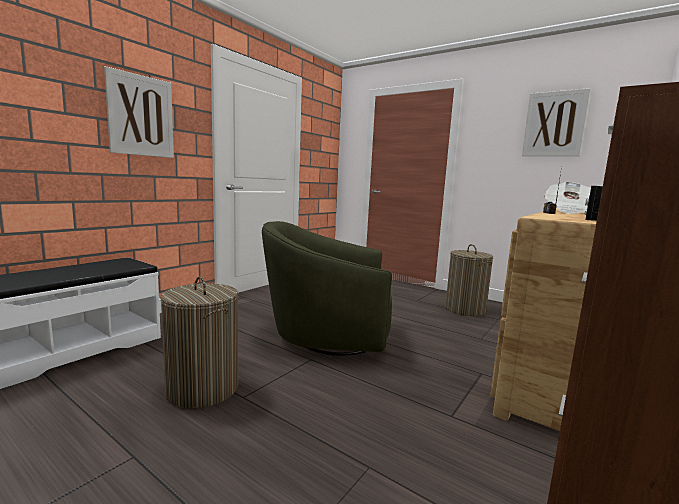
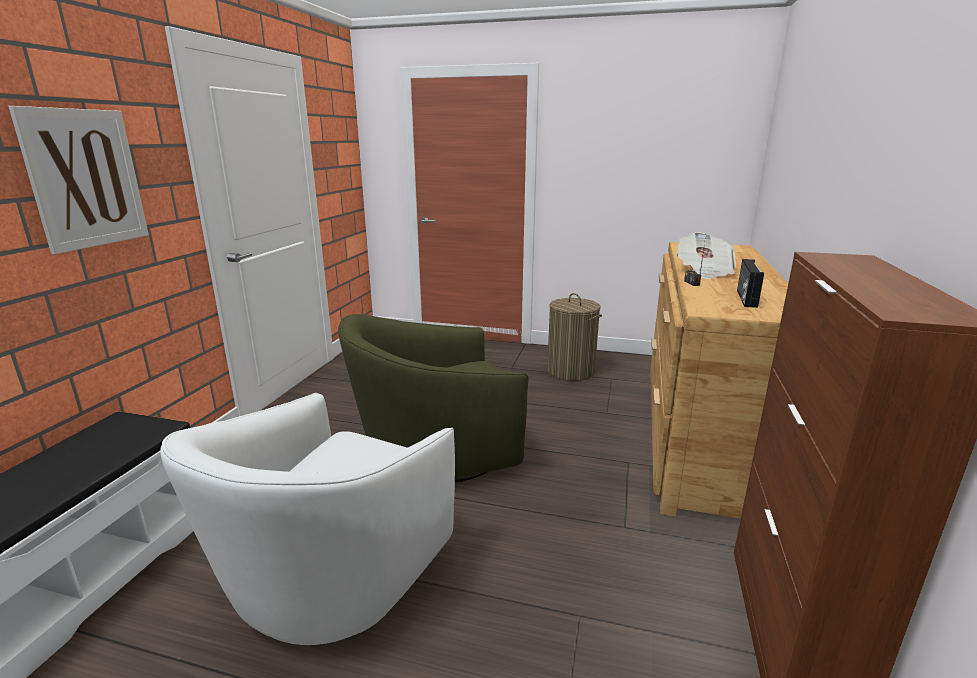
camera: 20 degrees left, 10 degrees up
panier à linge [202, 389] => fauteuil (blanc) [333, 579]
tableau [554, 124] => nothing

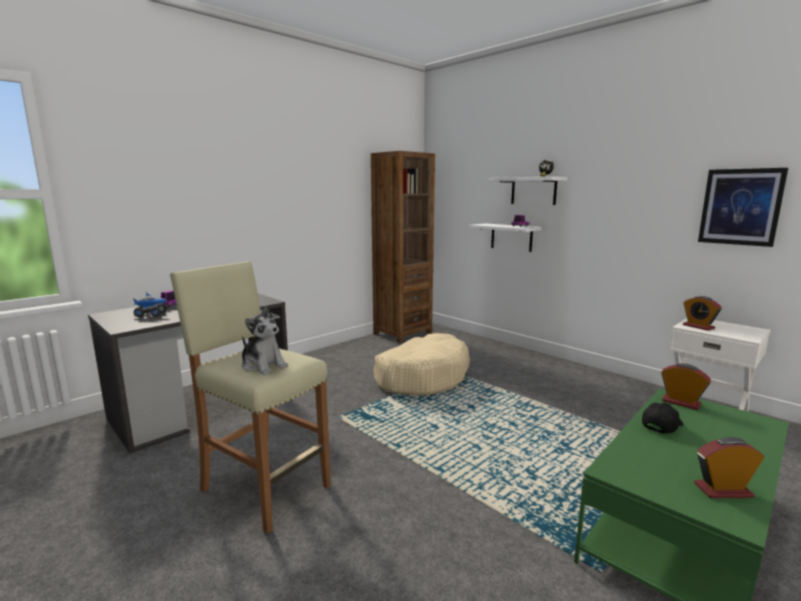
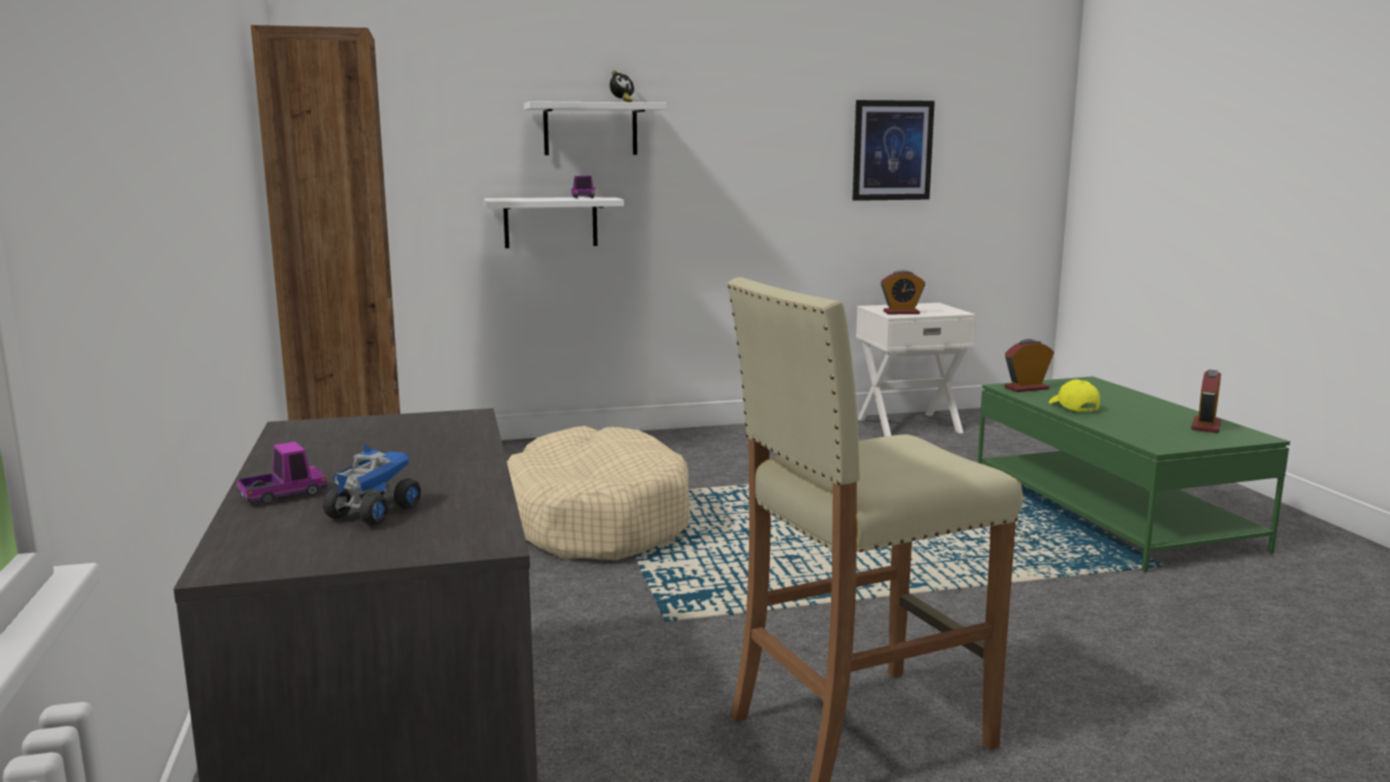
camera: 60 degrees left, 0 degrees up
casquette (noir) [661, 425] => casquette (jaune) [1072, 407]
peluche [263, 366] => nothing

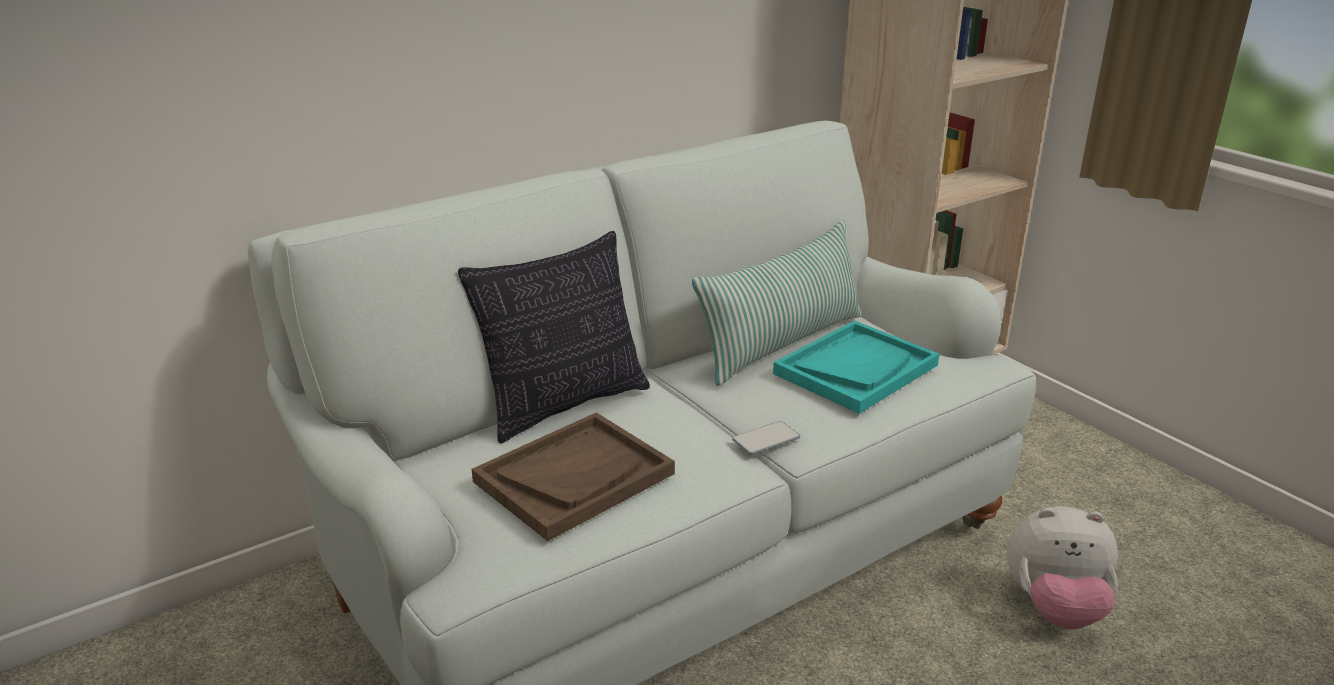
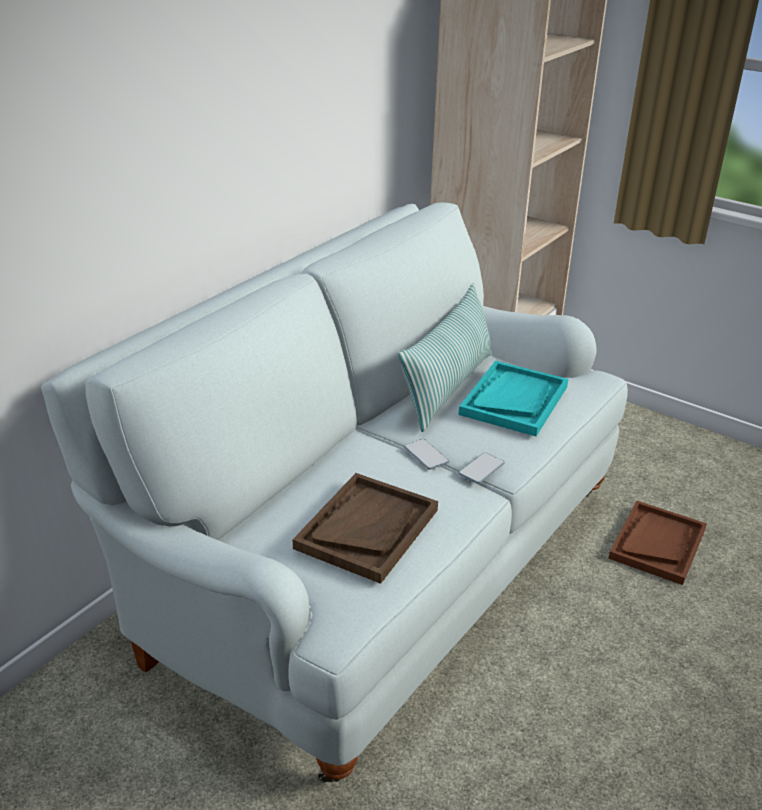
camera: 20 degrees left, 5 degrees up
nothing => téléphone [426, 455]
peluche [1054, 608] => plateau (marron) [657, 543]
coussin [564, 405] => nothing

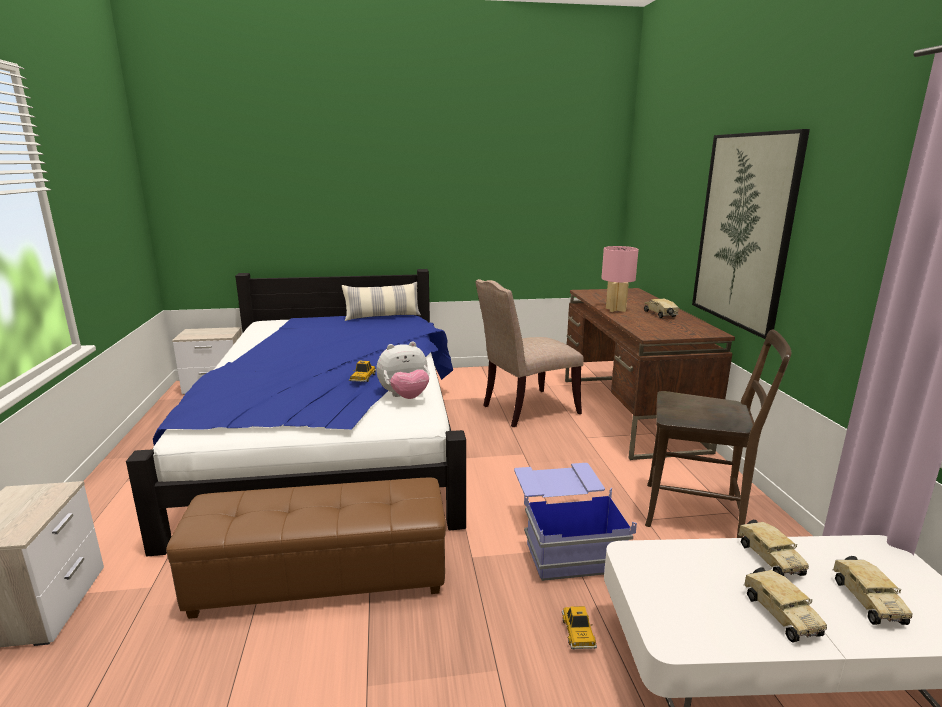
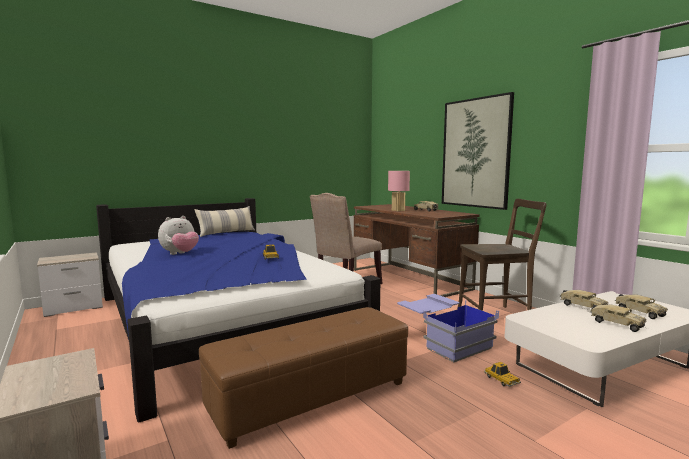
camera: 25 degrees left, 10 degrees down
peluche [405, 397] => peluche [180, 254], moved

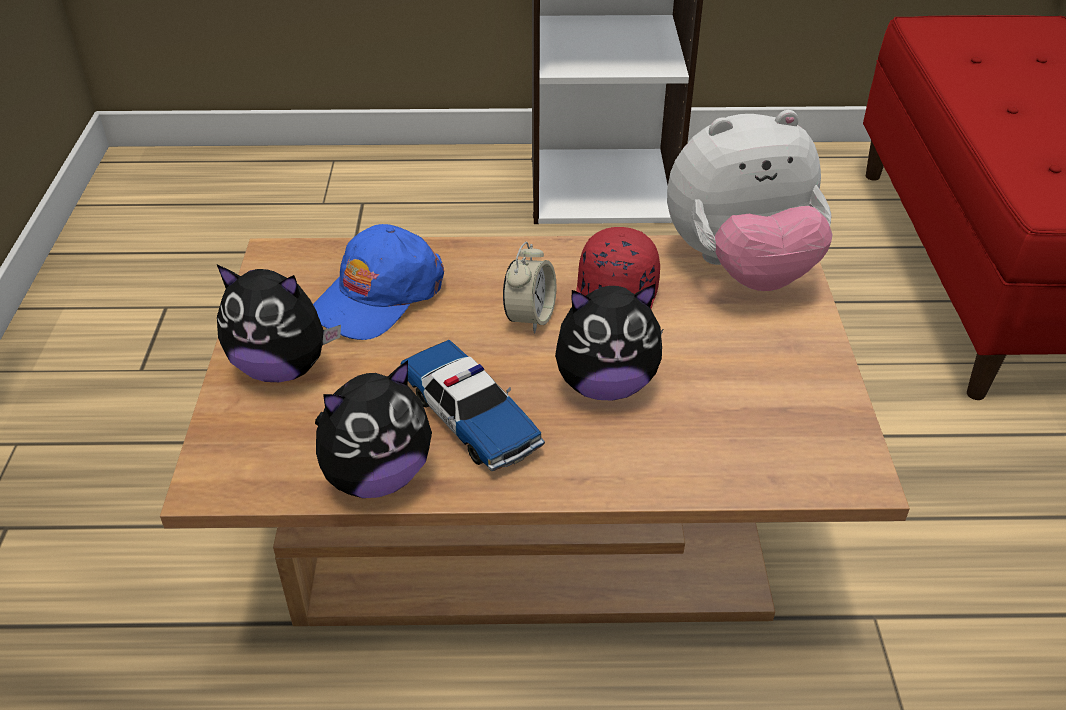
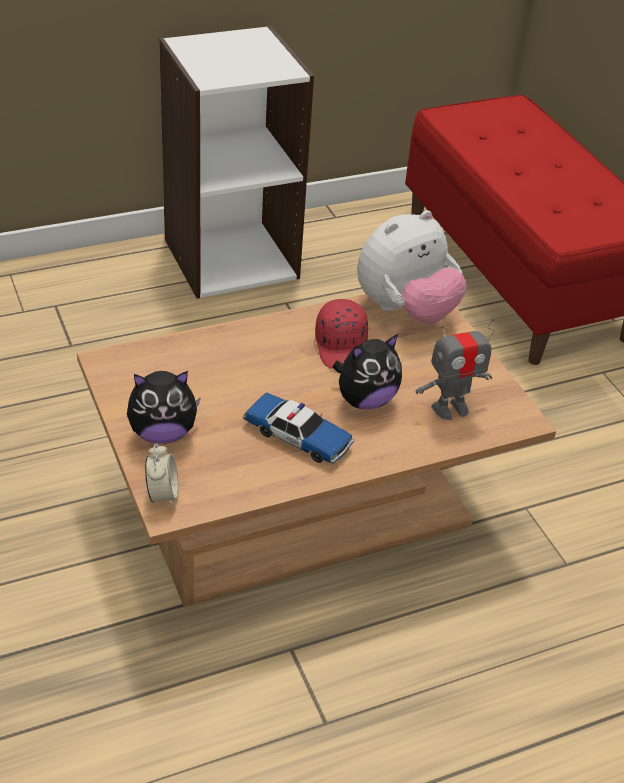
camera: 25 degrees left, 0 degrees up
réveil [530, 317] => réveil [162, 495], moved
nothing => robot jouet [450, 408]
casquette (bleu) [378, 296] => nothing
peluche [376, 476] => nothing

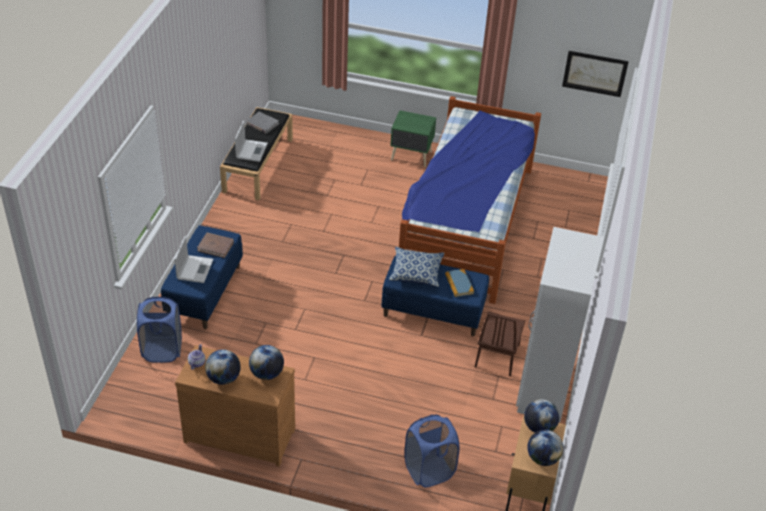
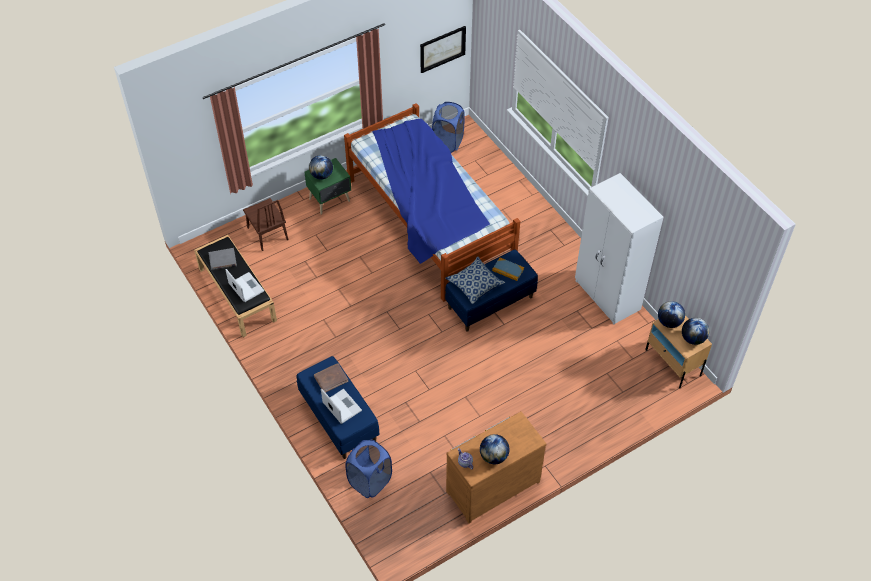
camera: 45 degrees left, 10 degrees up
chaise (marron) [497, 355] => chaise (marron) [267, 233], moved
globe [267, 373] => globe [321, 175], moved
panier à linge (bleu) [429, 470] => panier à linge (bleu) [448, 142], moved

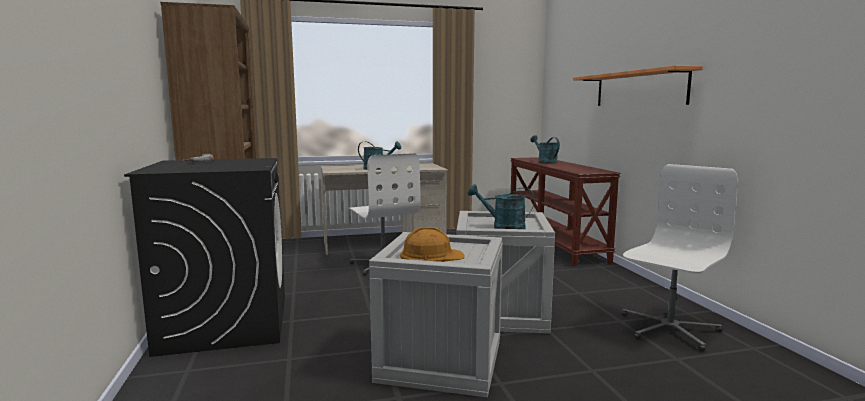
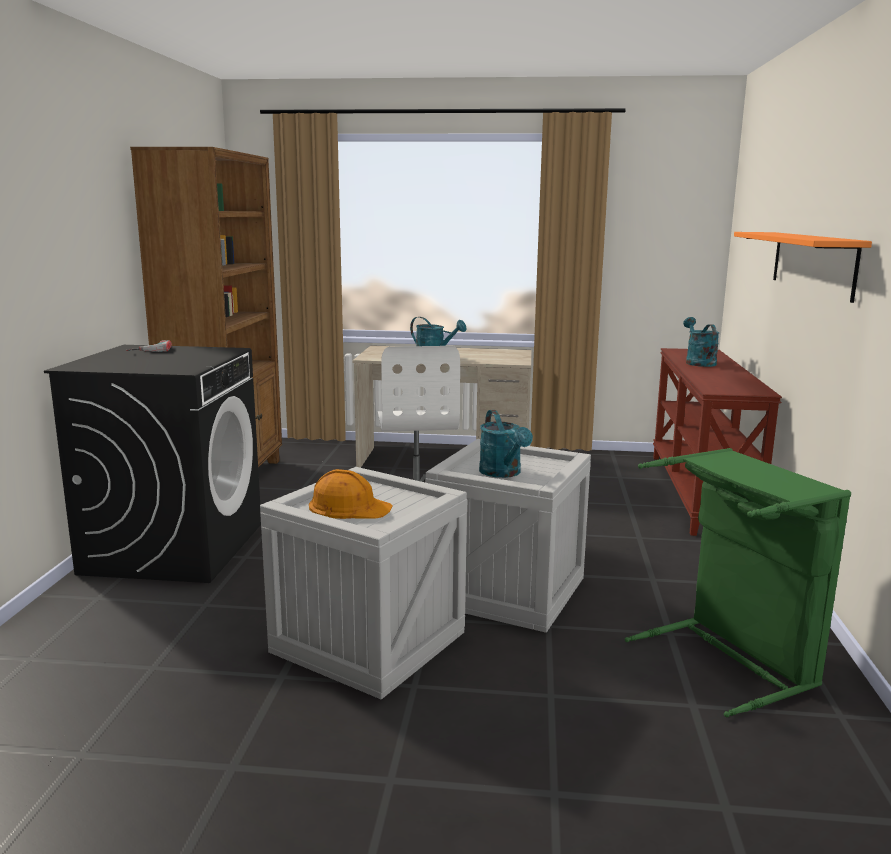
camera: 20 degrees right, 5 degrees up
arrosoir (turquoise) [502, 227] => arrosoir (turquoise) [503, 473], 150 degrees counterclockwise
chaise de bureau (blanc) [668, 329] => panier à linge (vert) [732, 659]

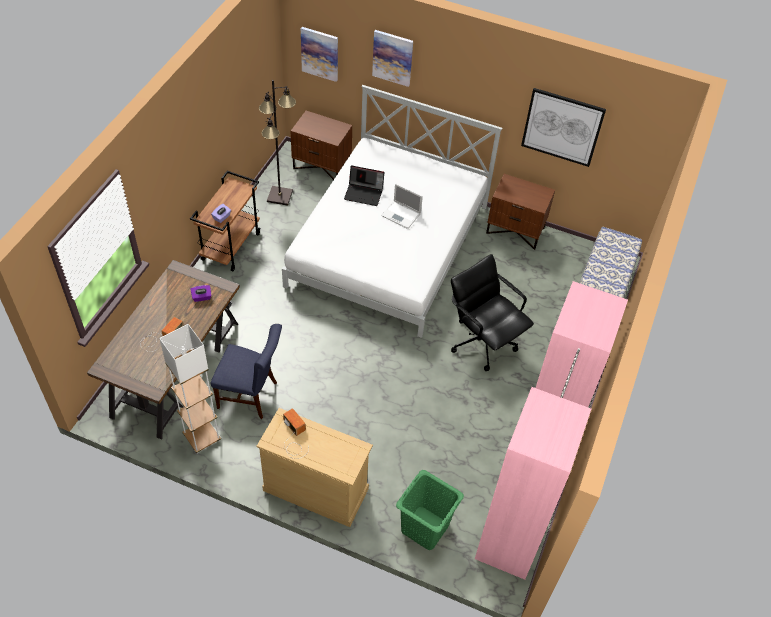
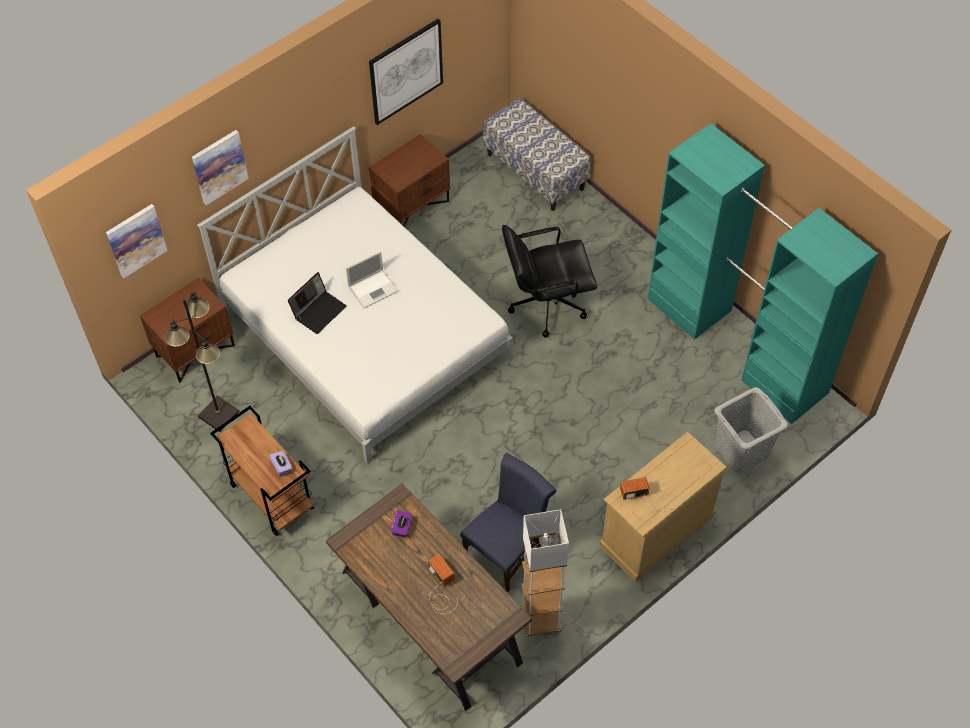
camera: 60 degrees left, 5 degrees up
armoire (rose) [528, 488] => armoire (turquoise) [737, 345]
panier à linge (vert) [425, 528] => panier à linge (gris) [742, 451]

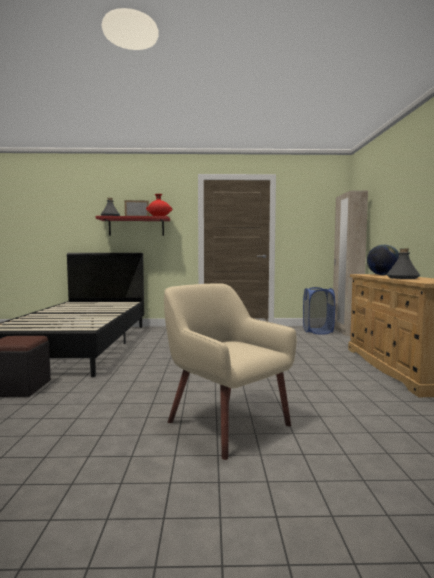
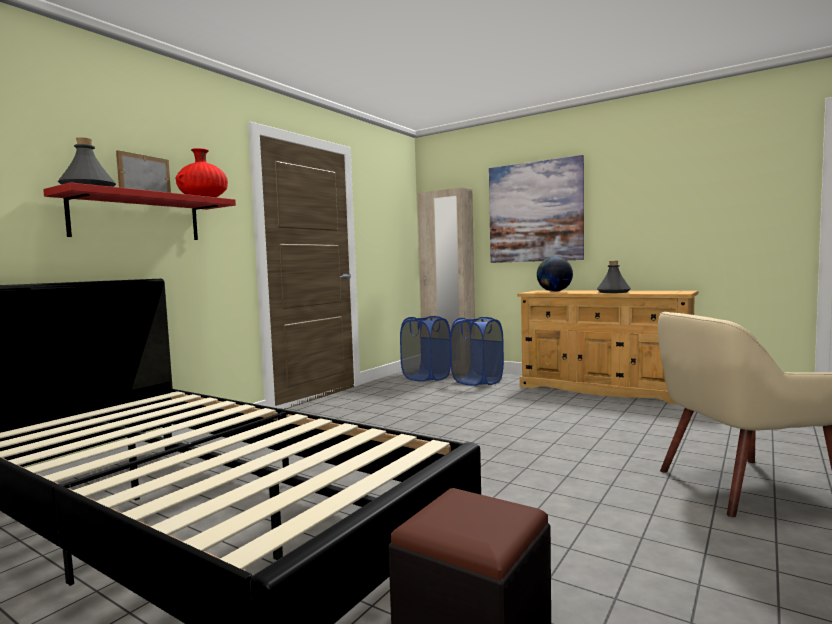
camera: 55 degrees left, 0 degrees up
nothing => panier à linge (bleu) [477, 381]
nothing => tableau [535, 212]

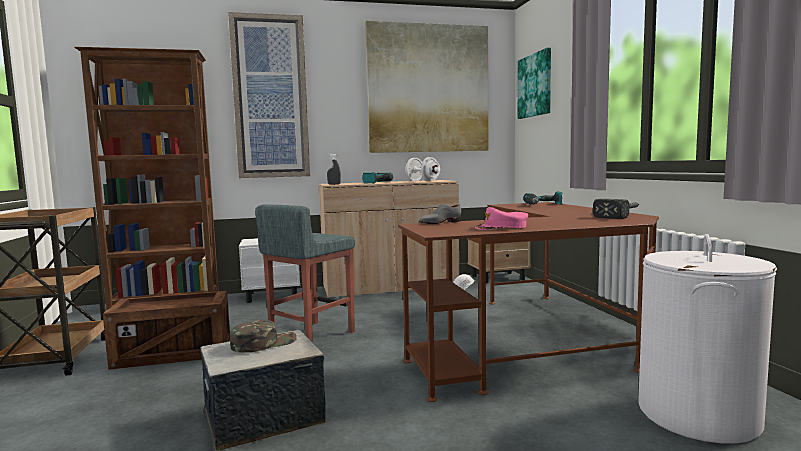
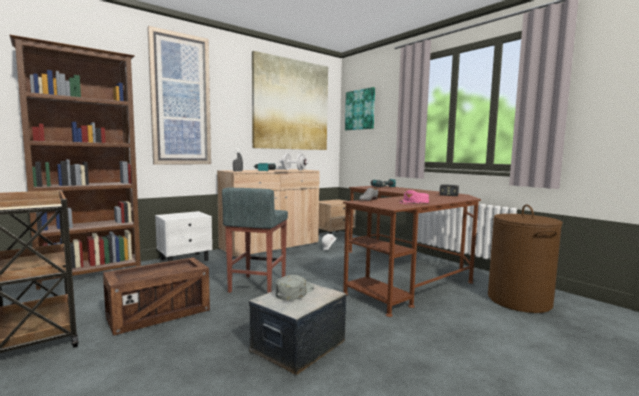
camera: 25 degrees left, 0 degrees up
casquette (vert) [263, 343] => casquette (gris) [294, 292]
panier à linge (blanc) [698, 415] => panier à linge (marron) [519, 301]

